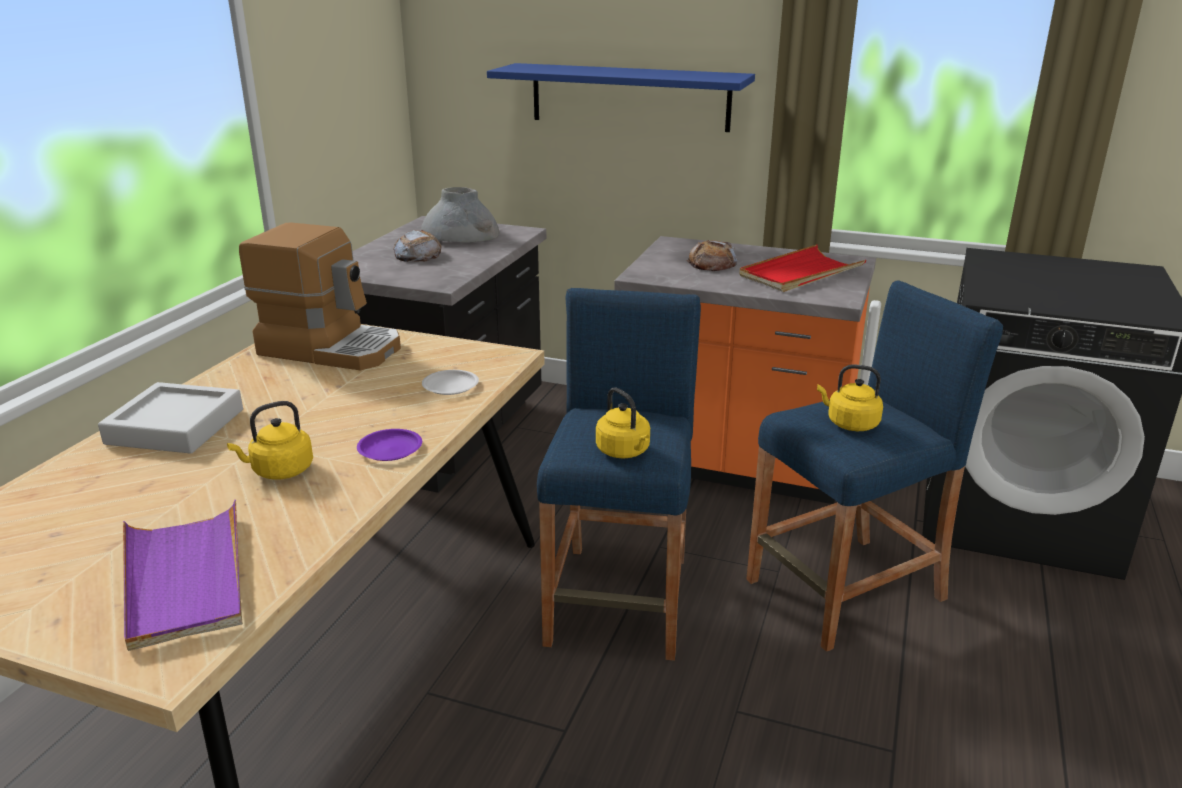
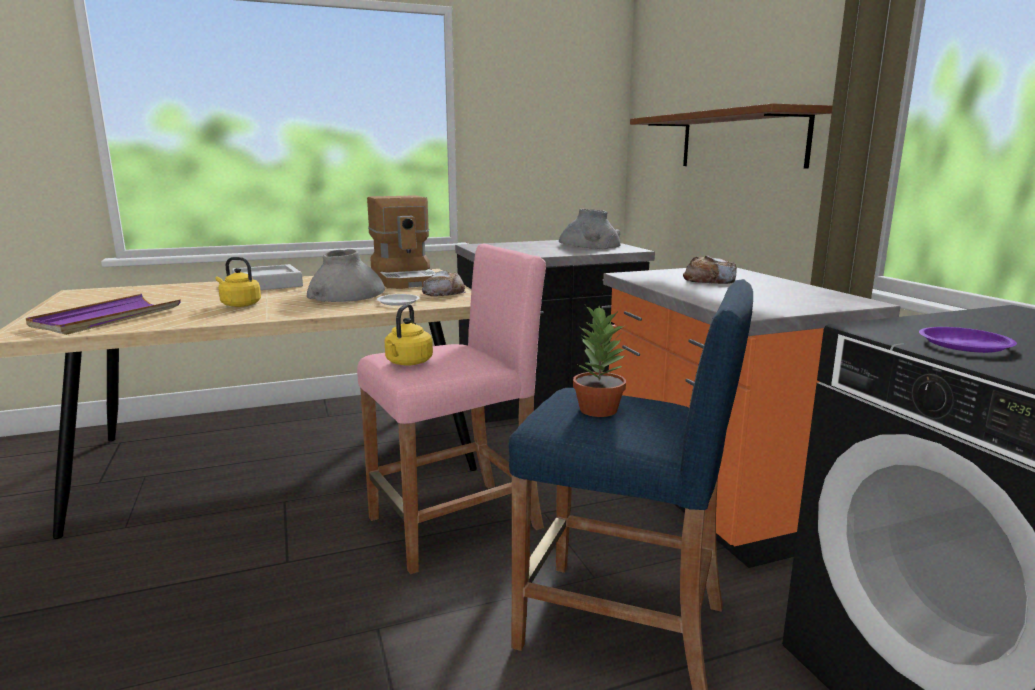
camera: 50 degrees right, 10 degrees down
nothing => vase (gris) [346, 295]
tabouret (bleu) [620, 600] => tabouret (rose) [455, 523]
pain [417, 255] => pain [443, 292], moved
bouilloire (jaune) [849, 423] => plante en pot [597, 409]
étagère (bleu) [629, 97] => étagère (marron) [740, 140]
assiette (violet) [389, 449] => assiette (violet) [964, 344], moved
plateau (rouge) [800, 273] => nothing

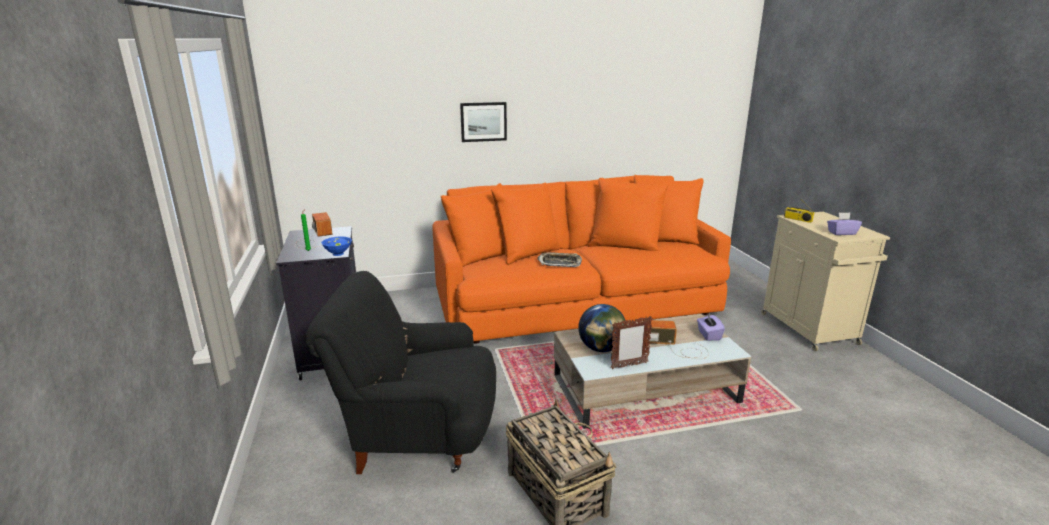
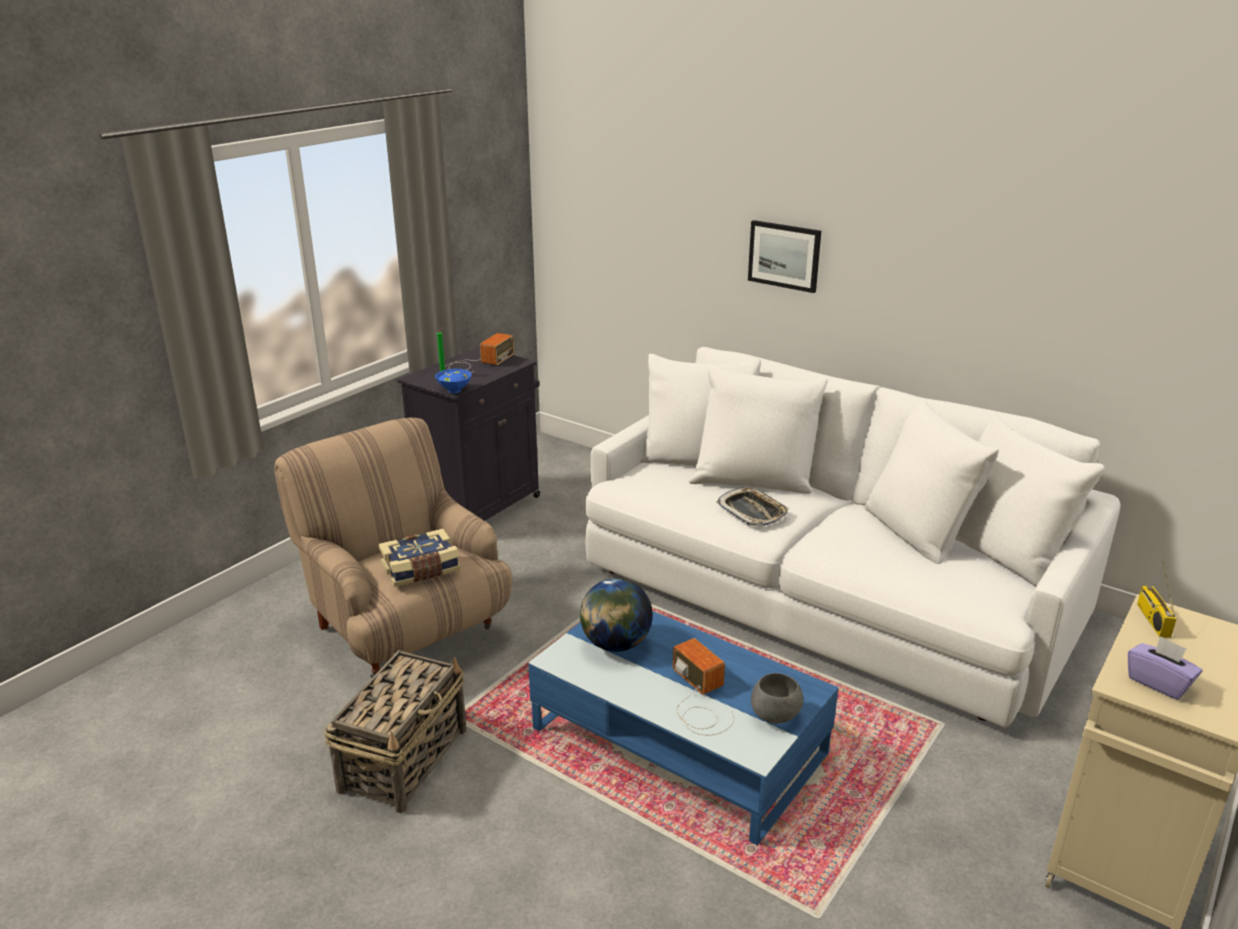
camera: 50 degrees right, 5 degrees up
fauteuil (noir) [418, 435] => fauteuil (beige) [406, 629]
nothing => livre [421, 570]
table basse (beige) [644, 389] => table basse (bleu) [678, 741]
canapé (orange) [575, 301] => canapé (blanc) [825, 588]
boîte à mouchoirs (violet) [708, 335] => bol (gris) [775, 716]
cadre photo [629, 365] => nothing

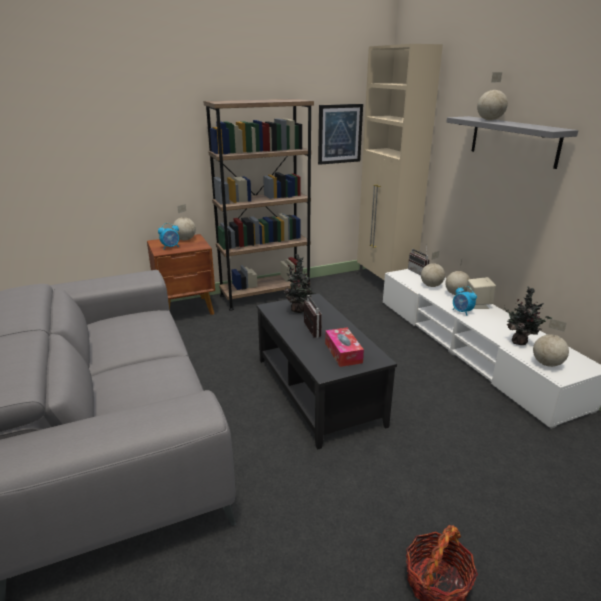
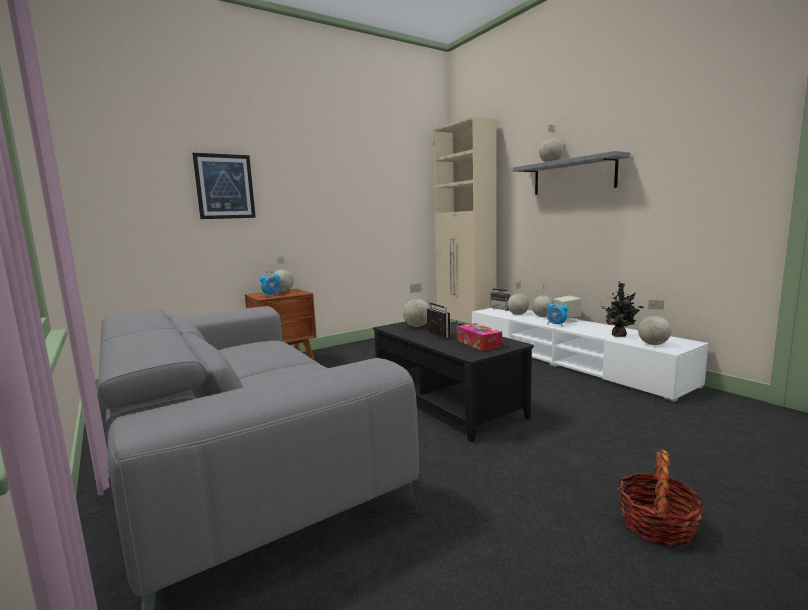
camera: 10 degrees left, 15 degrees down
tableau [339, 134] => tableau [224, 186], moved
plante en pot [299, 310] => globe [417, 326]
bibliothèque (marron) [265, 295] => nothing

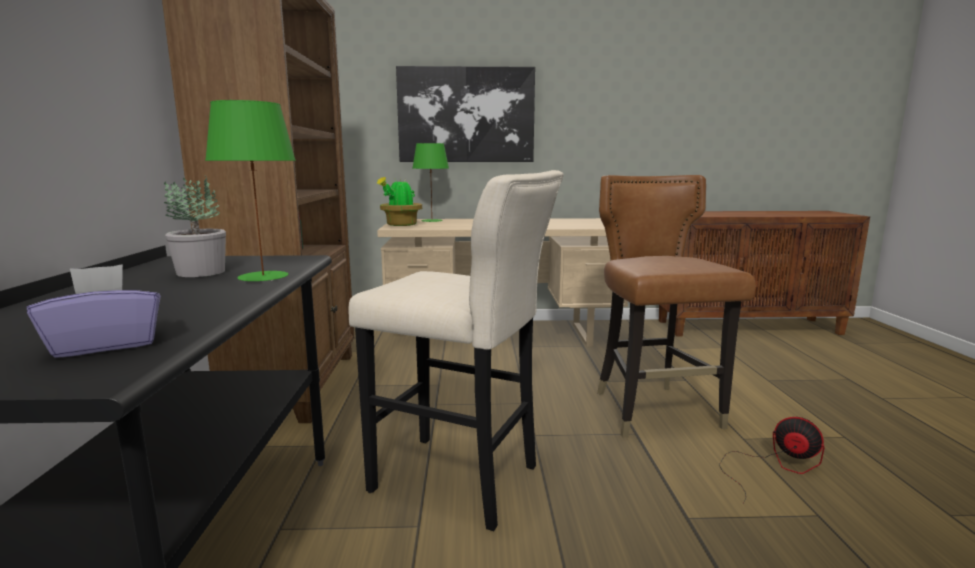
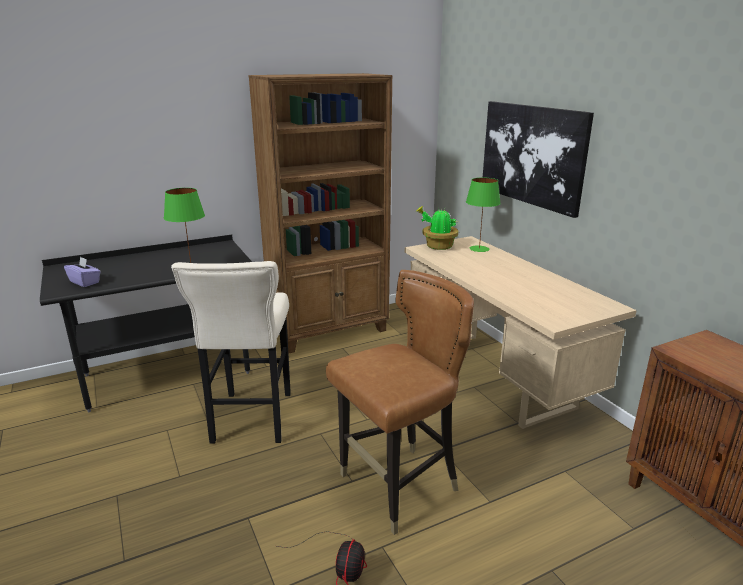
camera: 65 degrees right, 10 degrees up
plante en pot [201, 272] => nothing

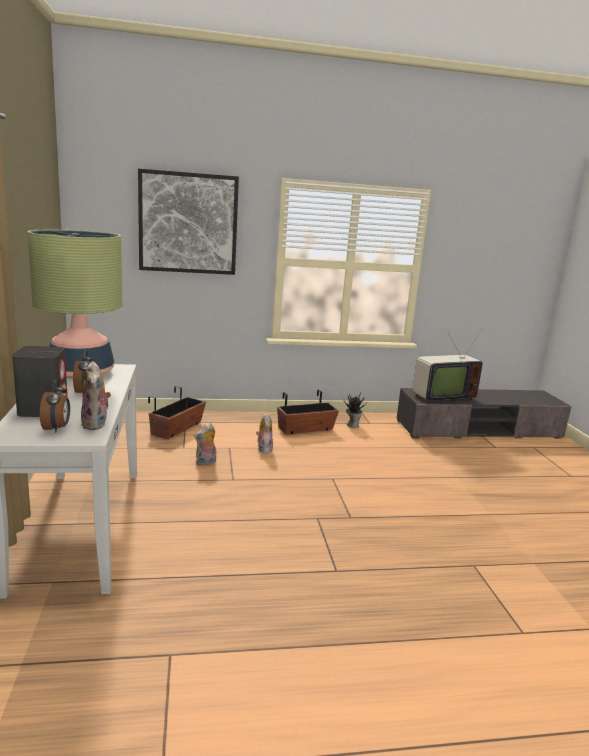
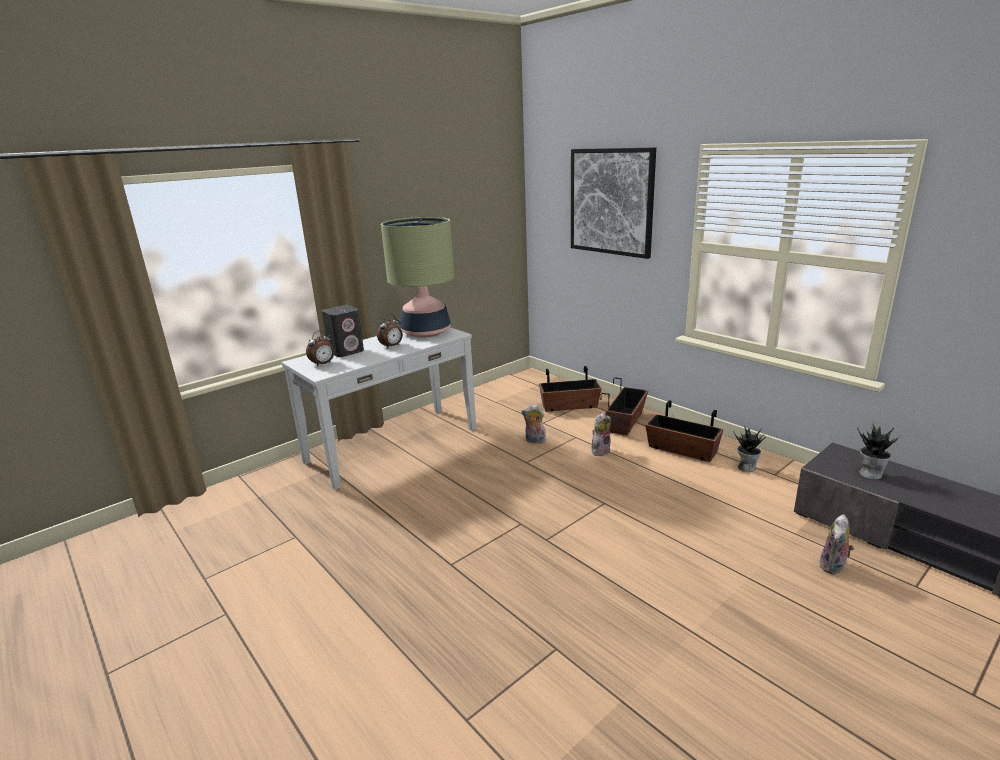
camera: 60 degrees right, 5 degrees up
nothing => cache-pot [625, 422]
peluche [96, 424] => peluche [833, 567], moved
téléviseur [441, 396] => plante en pot [870, 474]

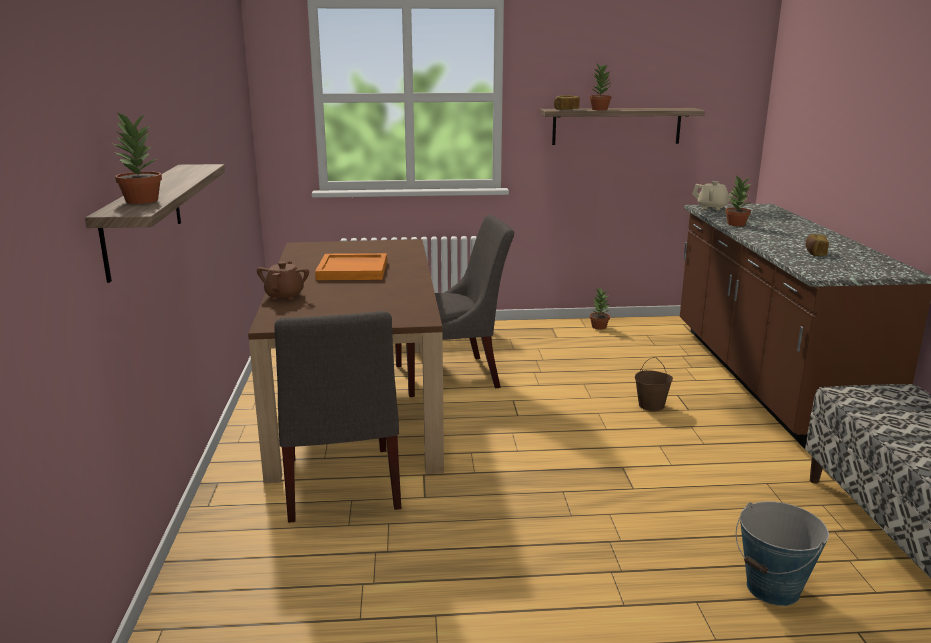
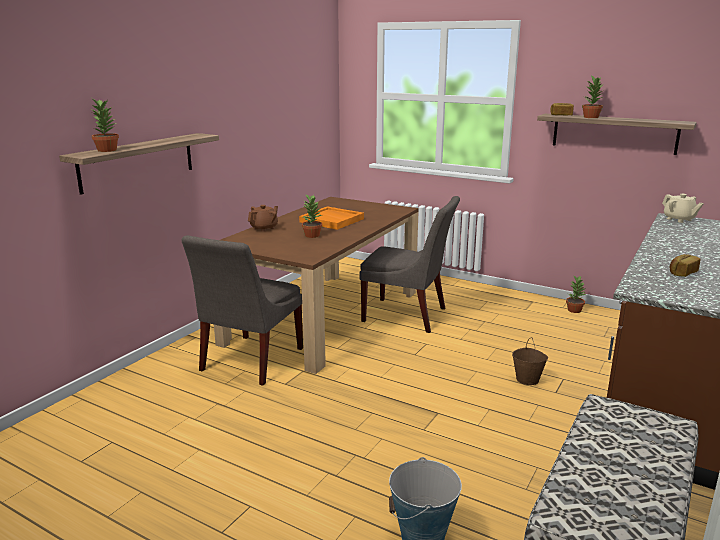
camera: 35 degrees right, 0 degrees up
plante en pot [735, 224] => plante en pot [312, 235], moved

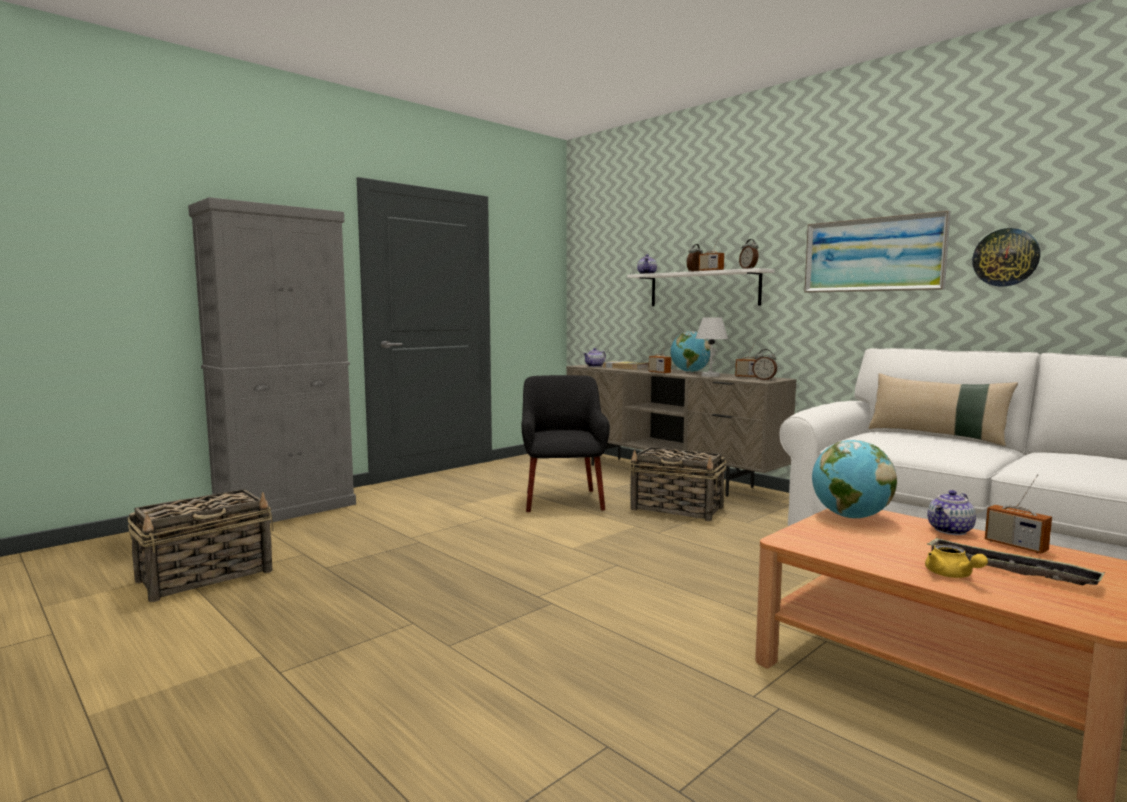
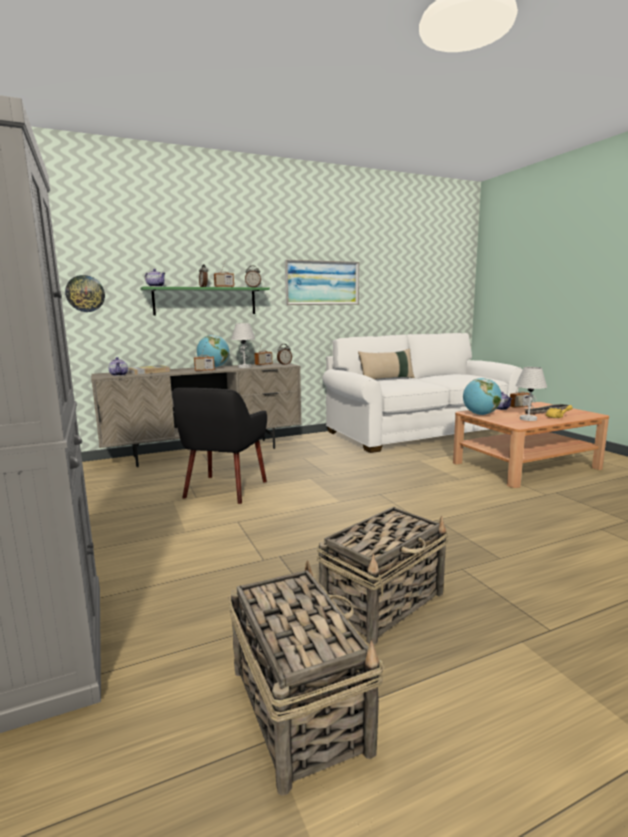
camera: 70 degrees left, 5 degrees up
horloge murale [1005, 257] => horloge murale [85, 293], moved
étagère (blanc) [703, 289] => étagère (vert) [205, 301]
fauteuil (noir) [563, 500] => fauteuil (noir) [224, 489], 90 degrees counterclockwise
panier [677, 509] => panier [384, 602], moved
nothing => lampe de table (blanc) [527, 419]

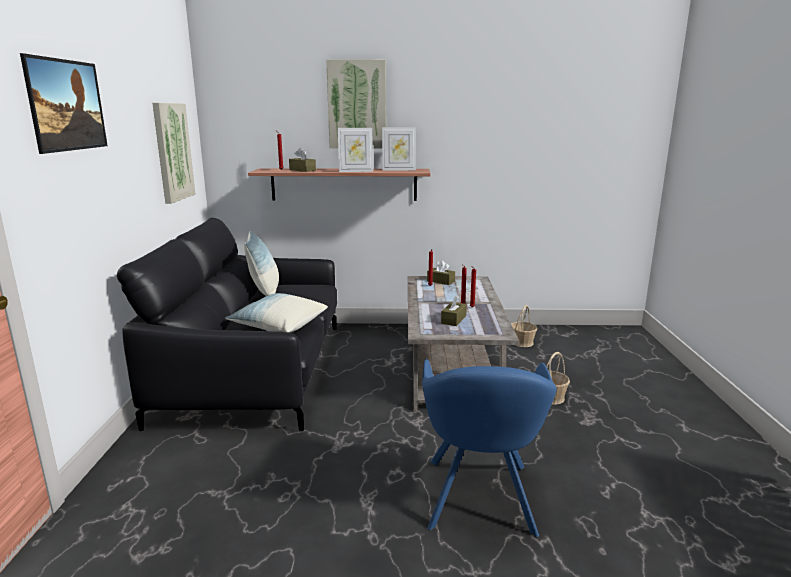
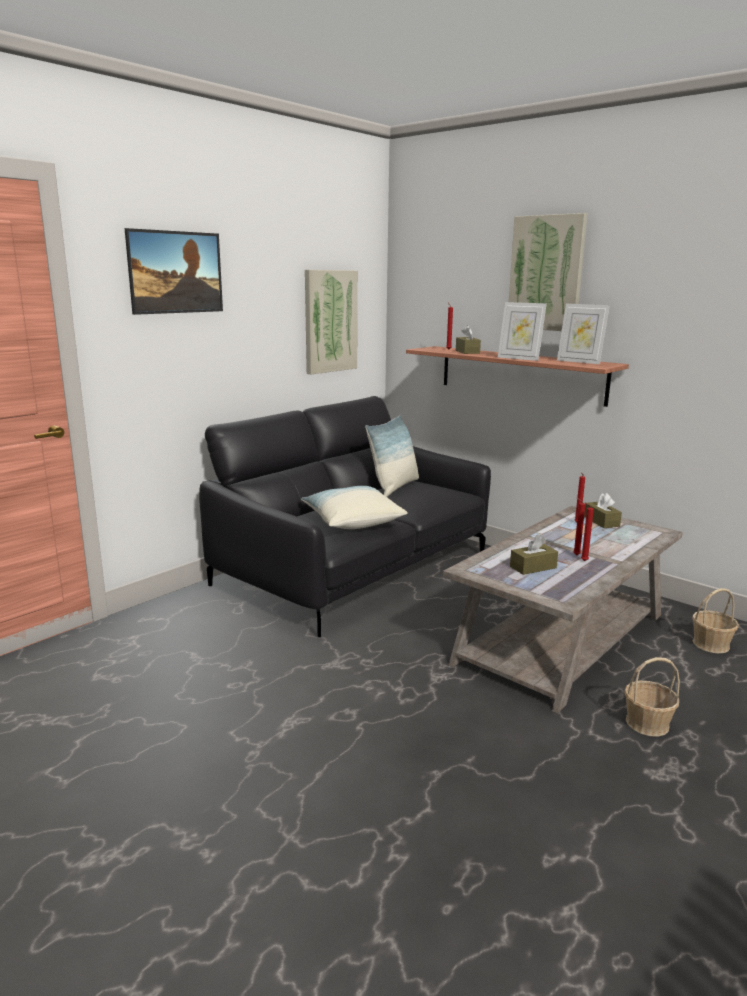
camera: 40 degrees right, 0 degrees up
fauteuil (bleu) [480, 500] => nothing

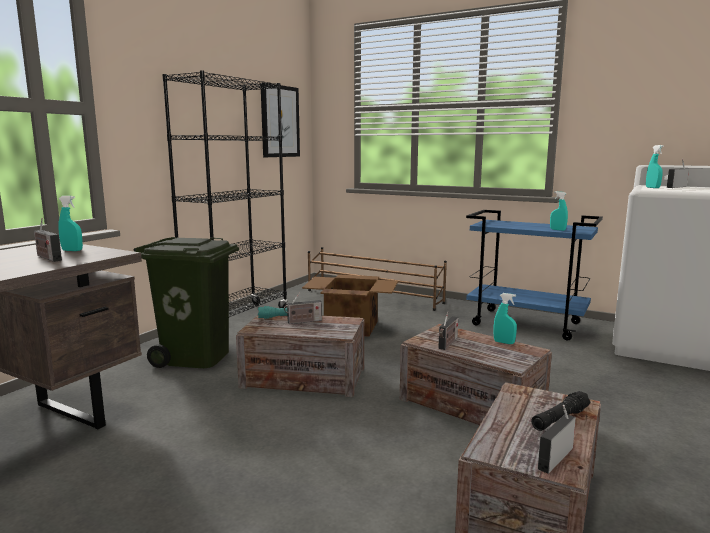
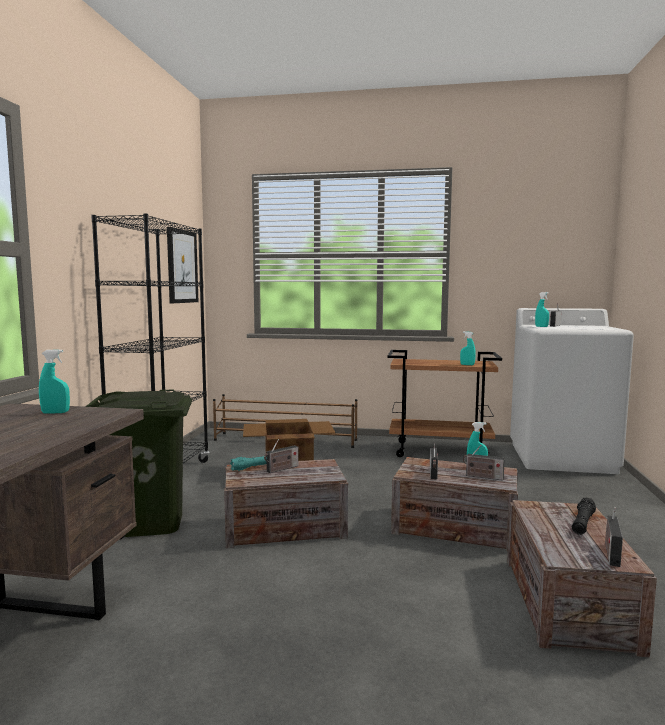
camera: 20 degrees left, 5 degrees down
chariot (bleu) [527, 324] => chariot (marron) [440, 451]
radio [47, 258] => radio [482, 477], moved

